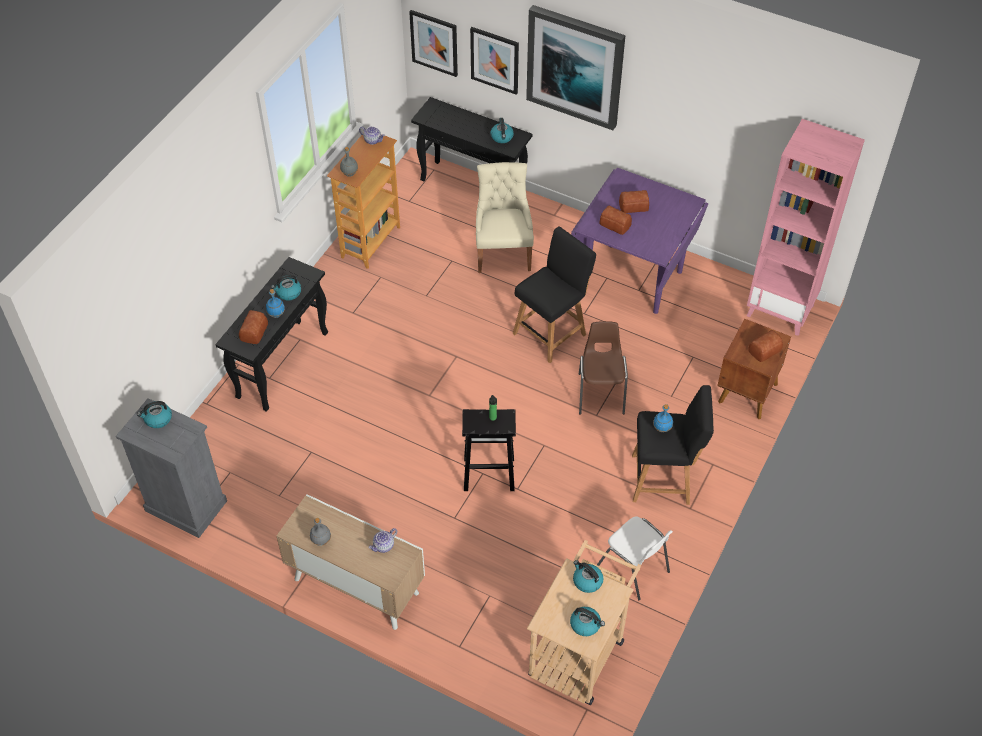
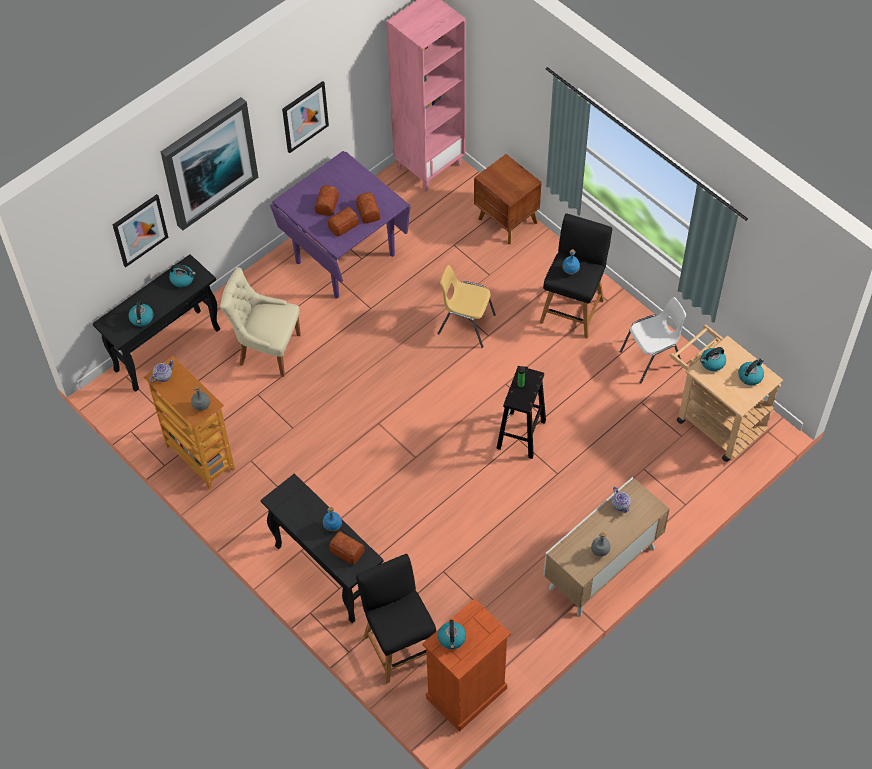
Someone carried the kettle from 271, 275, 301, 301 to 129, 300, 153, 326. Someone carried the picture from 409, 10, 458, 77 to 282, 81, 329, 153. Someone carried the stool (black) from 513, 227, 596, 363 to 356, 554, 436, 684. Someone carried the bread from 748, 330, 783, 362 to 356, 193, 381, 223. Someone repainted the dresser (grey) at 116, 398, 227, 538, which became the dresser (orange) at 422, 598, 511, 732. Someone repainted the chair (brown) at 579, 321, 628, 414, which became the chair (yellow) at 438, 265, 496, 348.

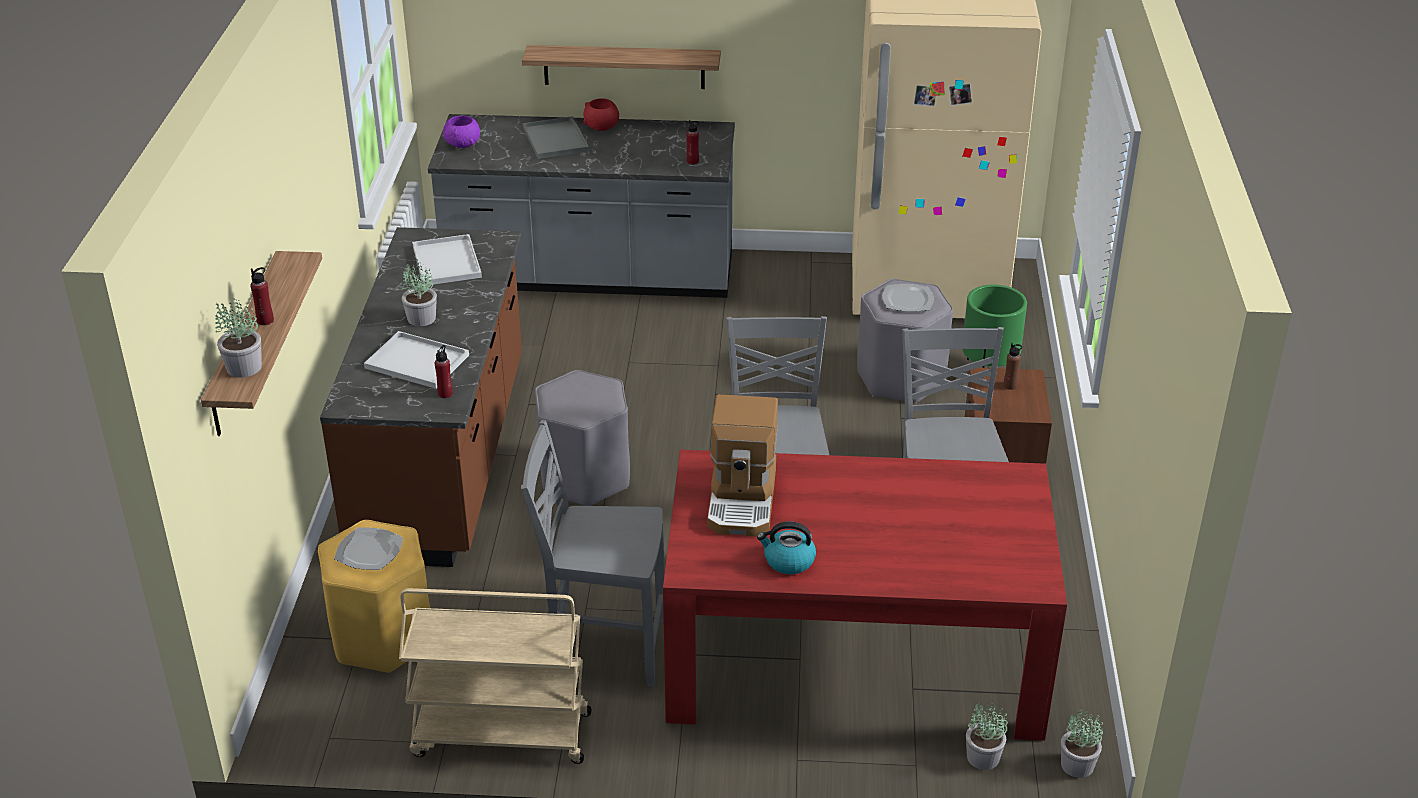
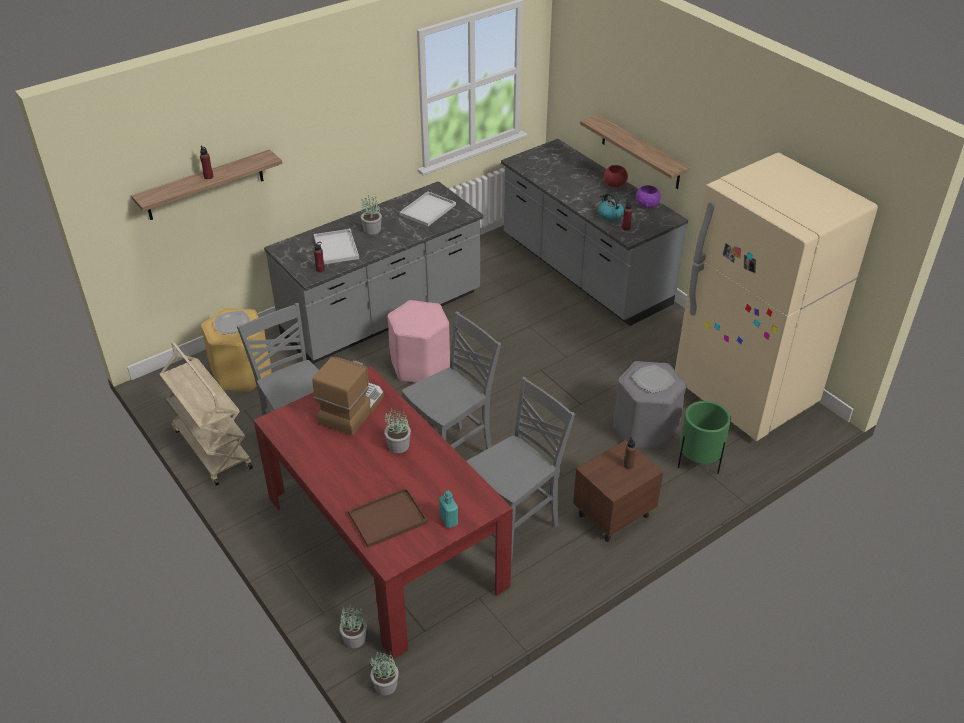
Someone took away the tray (grey) at 523, 116, 589, 159. Someone put down the tray (brown) at 348, 487, 428, 548. Someone put down the bottle (turquoise) at 439, 490, 458, 528. Someone carried the potted plant from 215, 299, 262, 378 to 384, 407, 411, 453. Someone carried the bowl (purple) from 443, 116, 480, 148 to 636, 185, 661, 208. Someone carried the kettle from 757, 521, 816, 574 to 598, 192, 624, 221. Someone repainted the counter (brown) at 320, 227, 522, 567, which became the counter (grey) at 264, 181, 484, 364. Someone repainted the stool (grey) at 535, 370, 630, 506, which became the stool (pink) at 388, 300, 450, 383. Someone rotated the coffee machine at 707, 394, 778, 536 by 150 degrees clockwise.

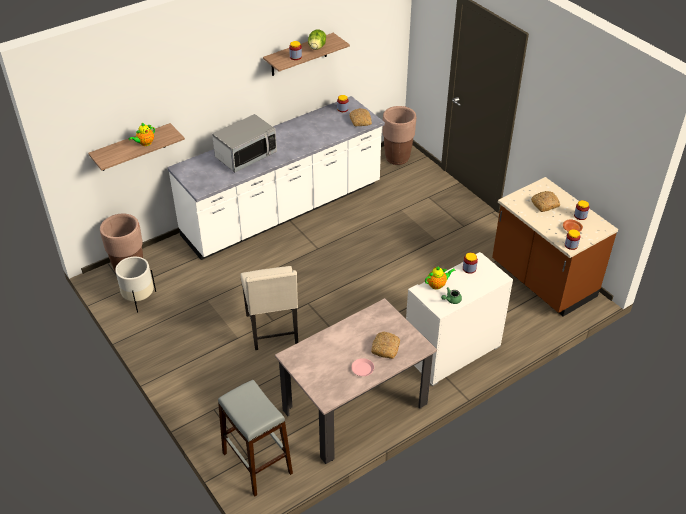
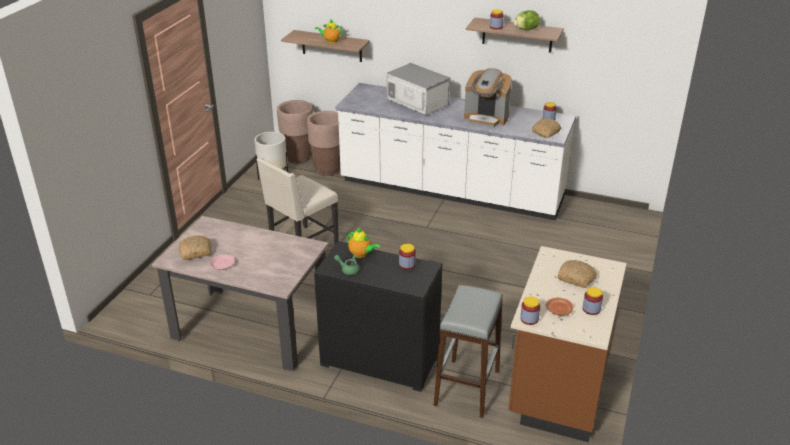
Someone put down the coffee machine at 464, 68, 512, 127. Someone carried the stool (grey) from 218, 380, 293, 496 to 434, 285, 503, 418. Someone carried the bread from 371, 331, 400, 359 to 179, 235, 212, 260. Someone carried the planter (brown) from 383, 106, 416, 165 to 307, 111, 340, 176. Someone repainted the dresser (white) at 406, 252, 513, 386, which became the dresser (black) at 314, 241, 442, 392. Someone rotated the microwave at 212, 114, 277, 172 by 150 degrees counterclockwise.

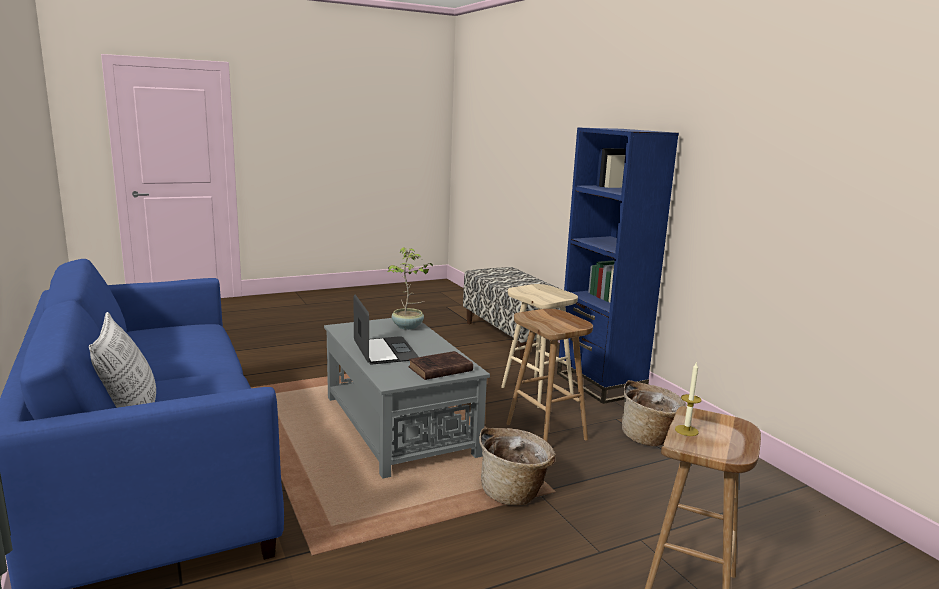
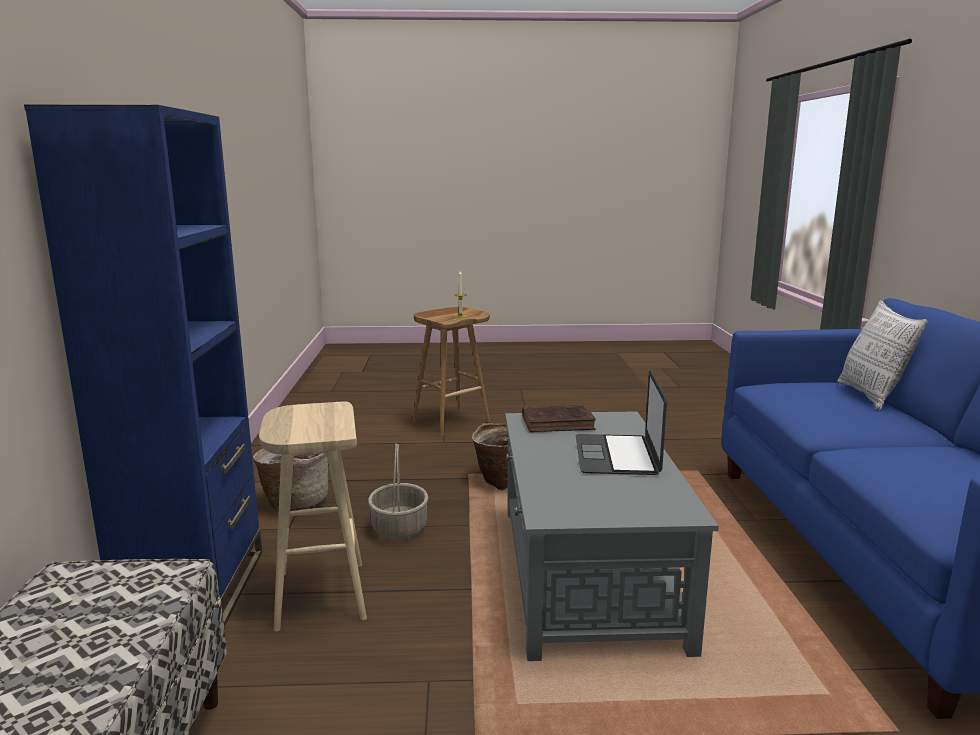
Someone took away the potted plant at 388, 247, 433, 330. Someone swapped the stool (brown) at 507, 309, 593, 442 for the basket at 368, 443, 429, 540.

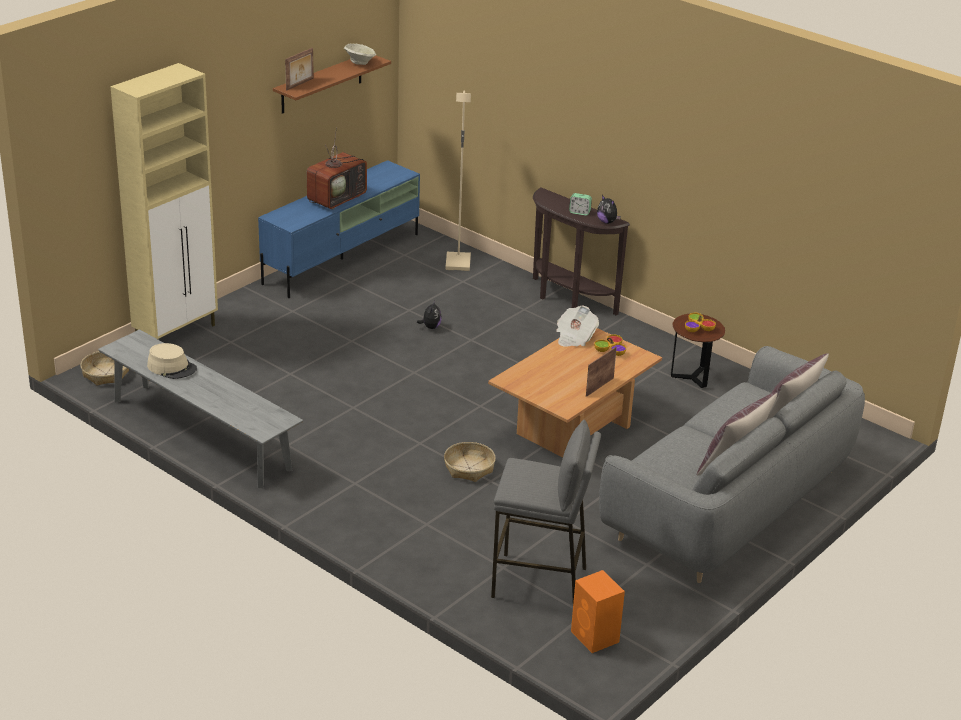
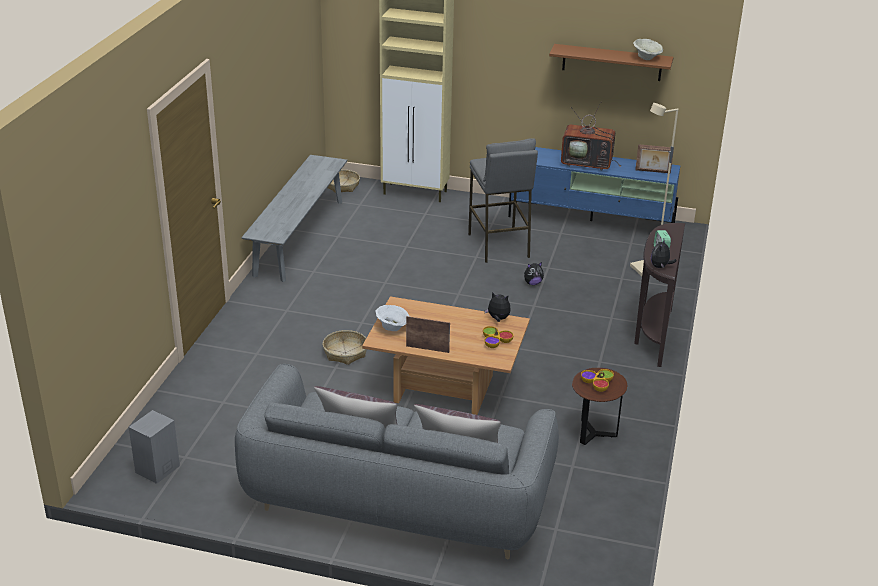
Someone took away the hat (beige) at 147, 343, 197, 379. Someone put down the bowl (white) at 375, 305, 410, 331. Someone carried the picture frame from 285, 48, 314, 91 to 635, 144, 674, 174. Someone carried the stool (grey) from 491, 420, 601, 602 to 468, 138, 538, 263. Someone swapped the newspaper at 556, 306, 599, 347 for the plush toy at 484, 292, 511, 322. Someone repainted the speaker (orange) at 571, 570, 625, 653, which became the speaker (grey) at 129, 410, 180, 484.

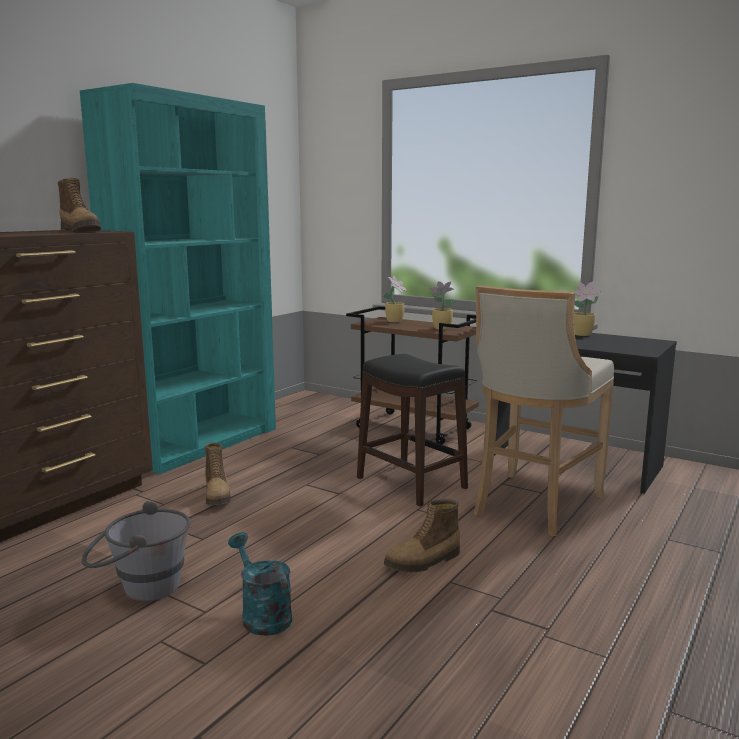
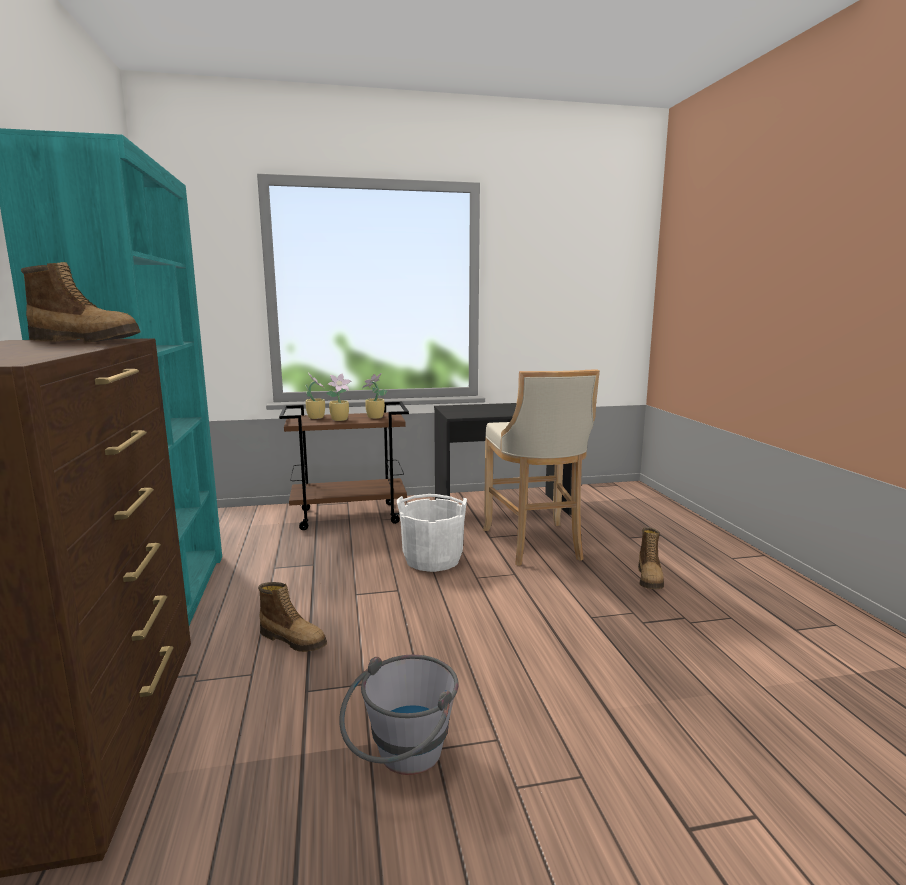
Someone took away the watering can (turquoise) at 228, 532, 292, 636. Someone carried the boot from 384, 499, 460, 572 to 638, 527, 664, 589. Someone carried the potted plant from 572, 282, 602, 336 to 326, 373, 352, 421. Someone swapped the stool (black) at 357, 354, 468, 506 for the bucket (white) at 397, 494, 467, 572.

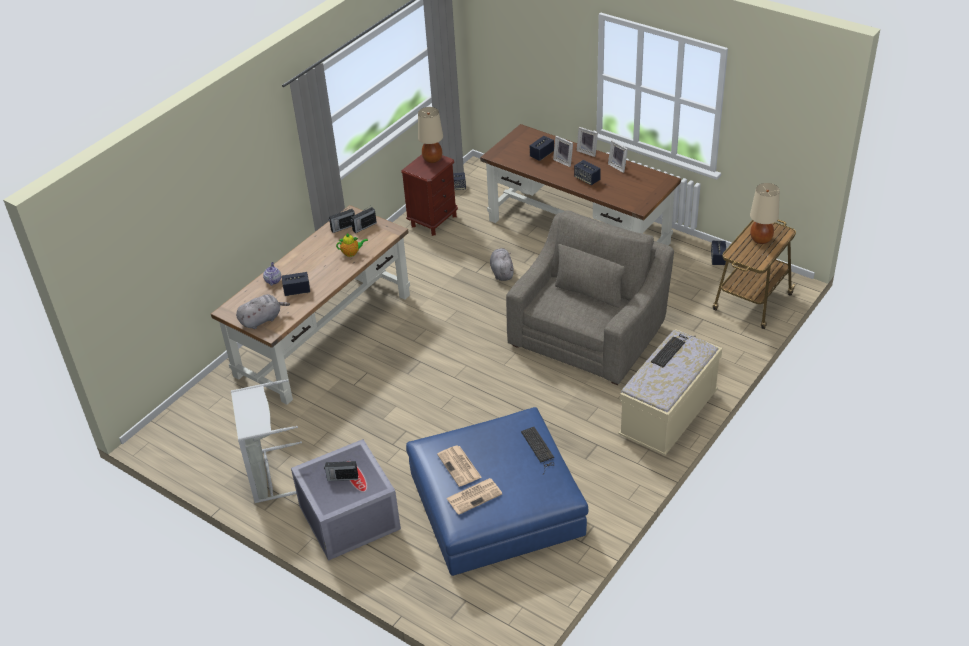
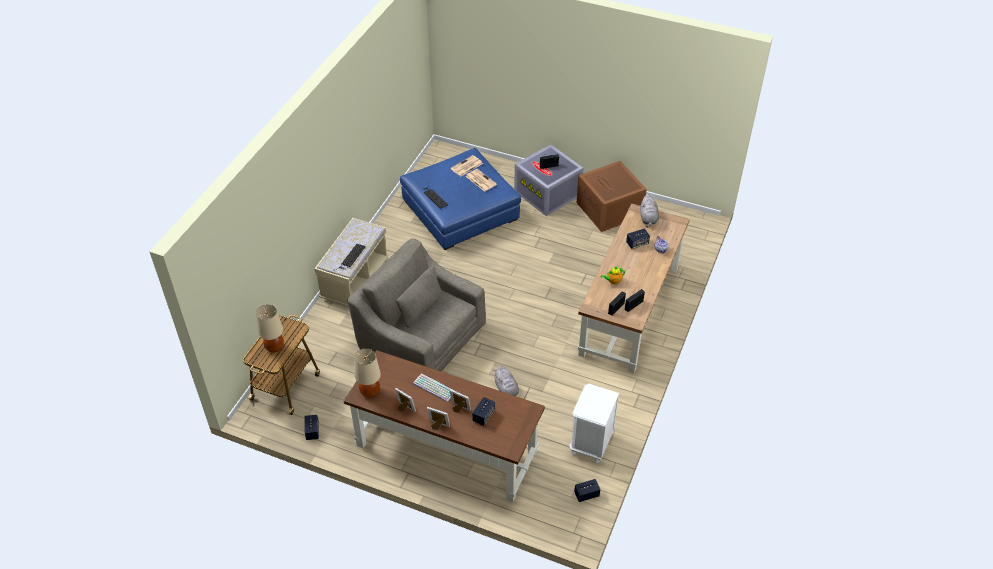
Someone carried the table lamp (beige) from 418, 107, 443, 163 to 354, 348, 381, 397. Someone swapped the laundry basket (grey) at 231, 379, 302, 503 for the storage box (brown) at 577, 161, 647, 232. Someone swapped the speaker at 574, 160, 601, 185 for the keyboard at 413, 373, 453, 402. Someone repainted the nightstand (brown) at 401, 155, 458, 236, which became the nightstand (white) at 569, 384, 619, 463. Someone rotated the plush toy (grey) at 236, 294, 290, 329 by 45 degrees counterclockwise. Someone rotated the armchair (grey) at 506, 210, 674, 385 by 105 degrees clockwise.

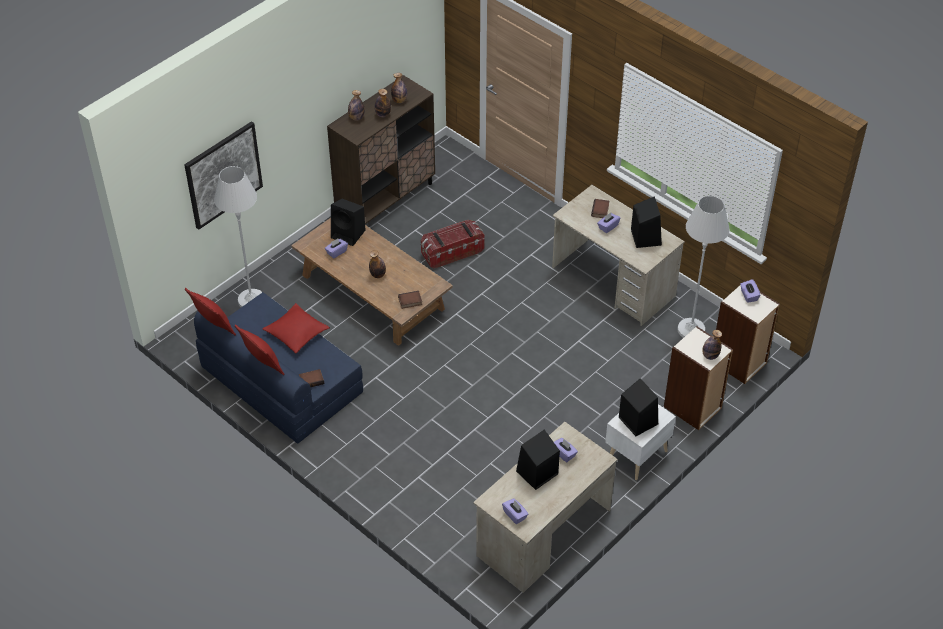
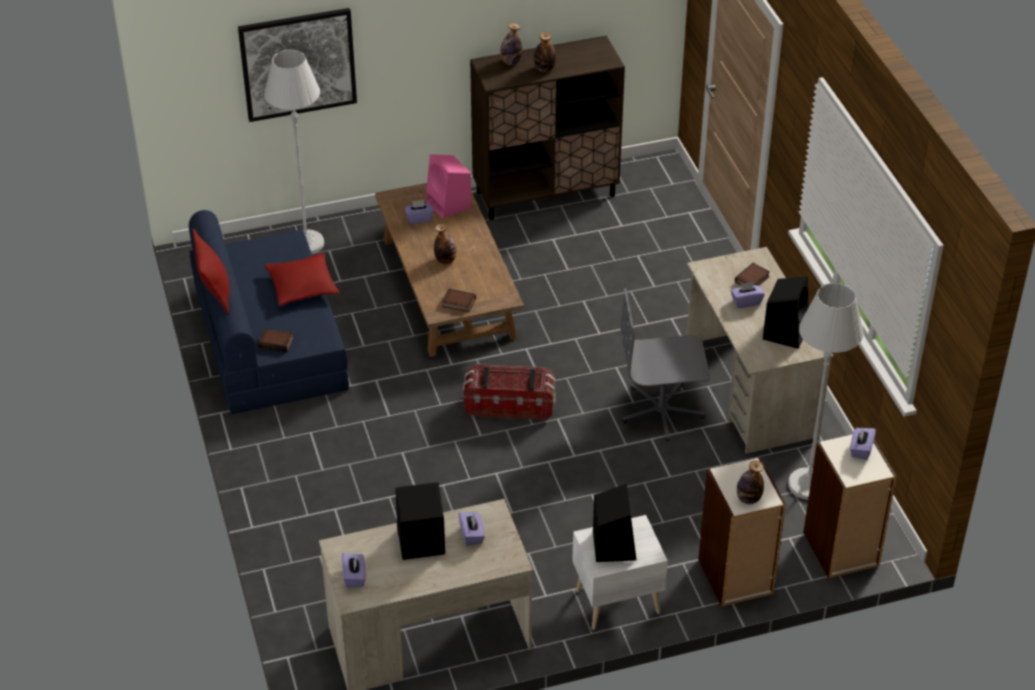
Someone took away the pillow (red) at 185, 288, 236, 336. Someone took away the bottle at 391, 73, 408, 103. Someone put down the office chair (grey) at 620, 289, 710, 442. Someone carried the storage box from 421, 220, 485, 269 to 463, 364, 556, 420. Someone repainted the speaker (black) at 331, 199, 365, 246, which became the speaker (pink) at 426, 154, 472, 219.

